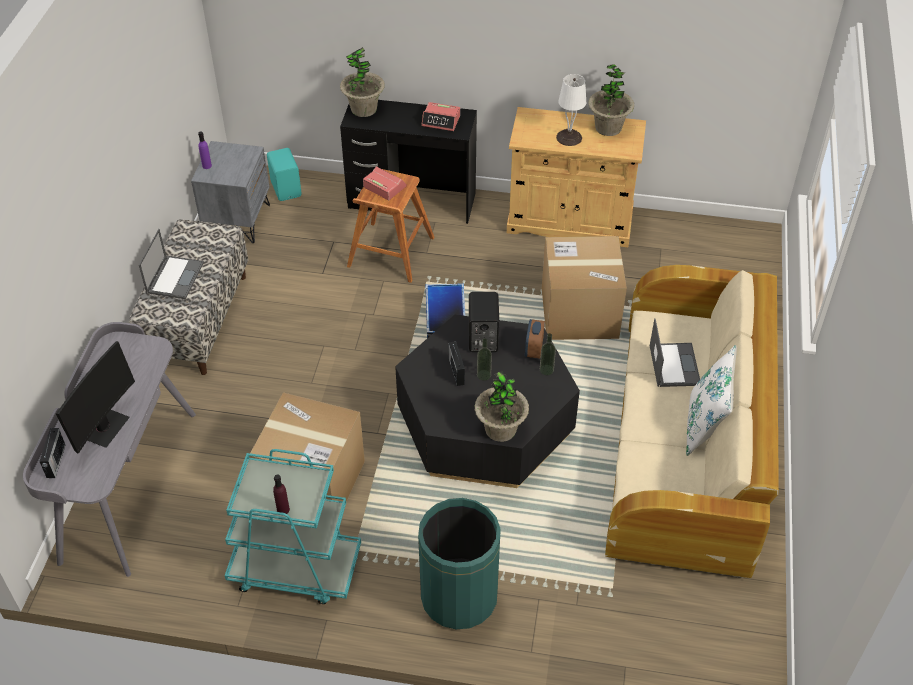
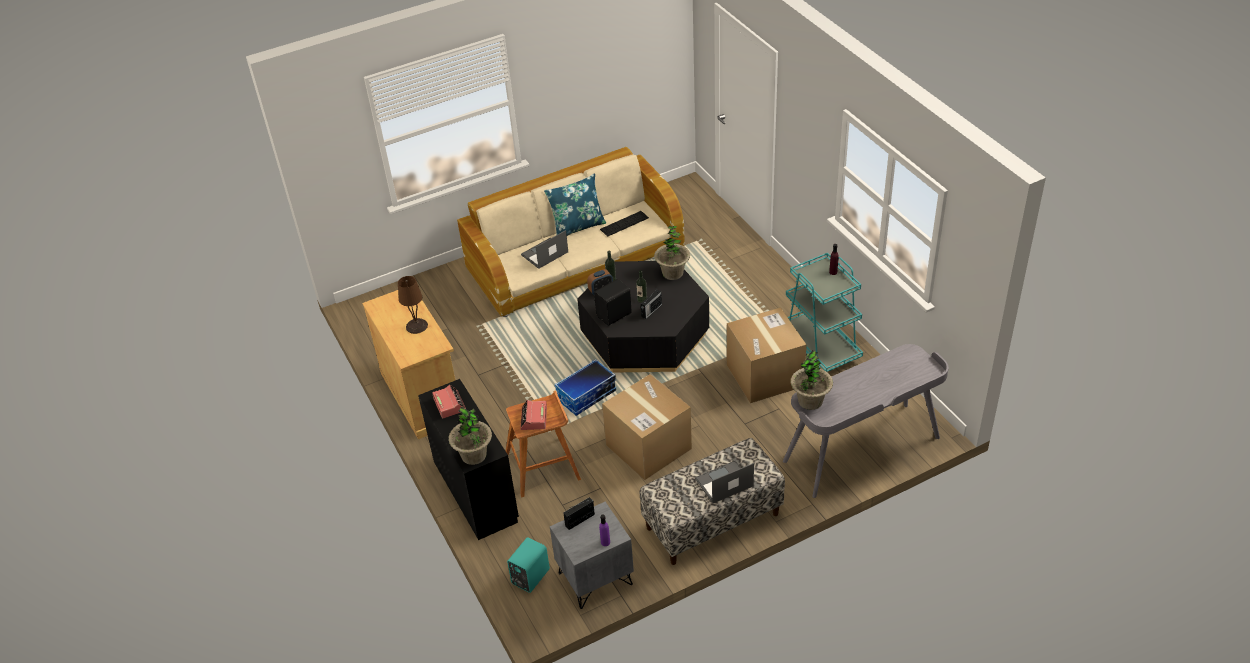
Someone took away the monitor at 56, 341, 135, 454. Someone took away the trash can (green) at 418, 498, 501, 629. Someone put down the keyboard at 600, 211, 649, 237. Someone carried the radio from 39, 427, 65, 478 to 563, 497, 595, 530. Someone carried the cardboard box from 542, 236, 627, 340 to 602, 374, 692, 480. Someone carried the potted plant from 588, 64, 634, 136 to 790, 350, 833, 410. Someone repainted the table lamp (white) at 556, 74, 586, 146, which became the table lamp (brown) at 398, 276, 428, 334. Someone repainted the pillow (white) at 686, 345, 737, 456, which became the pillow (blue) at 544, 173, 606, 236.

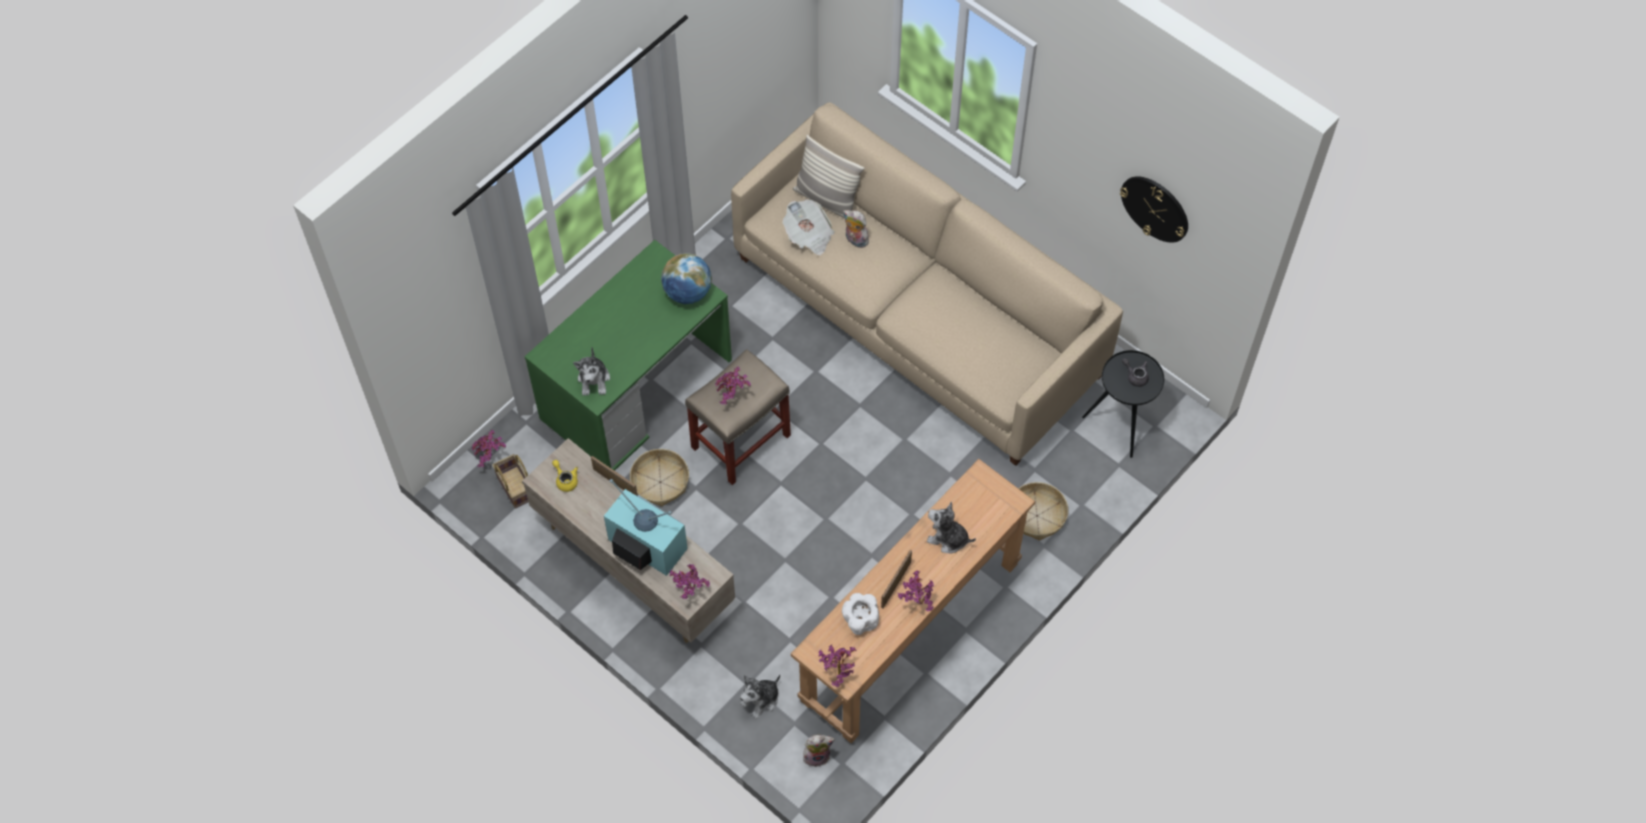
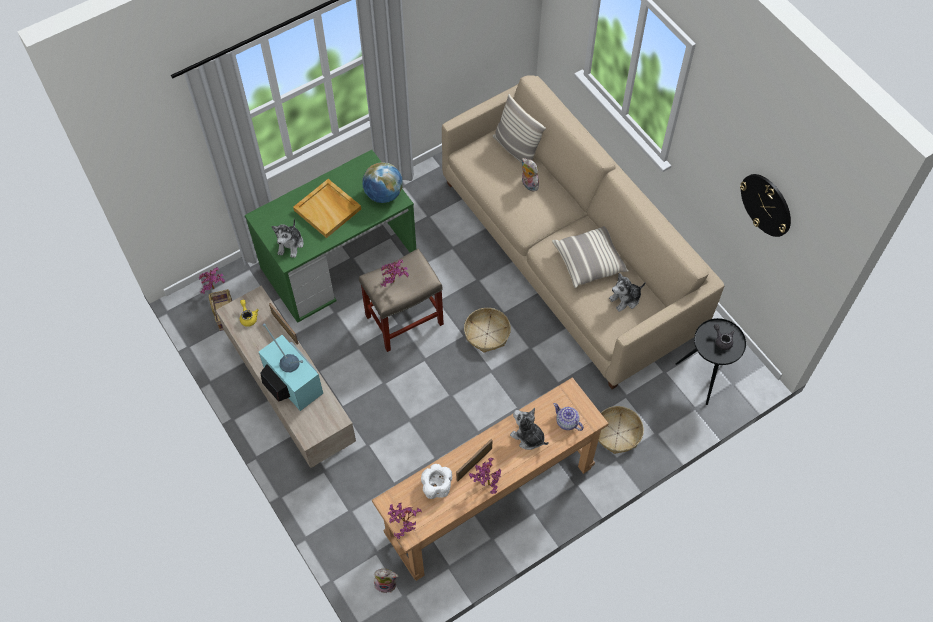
Someone took away the potted plant at 669, 564, 710, 599. Someone took away the newspaper at 783, 199, 835, 255. Someone put down the tray (beige) at 293, 179, 361, 238. Someone put down the pillow at 552, 226, 629, 288. Someone put down the teapot at 554, 403, 584, 431. Someone carried the basket from 630, 449, 689, 506 to 464, 308, 511, 352. Someone carried the plush toy from 740, 674, 780, 719 to 609, 273, 646, 312.

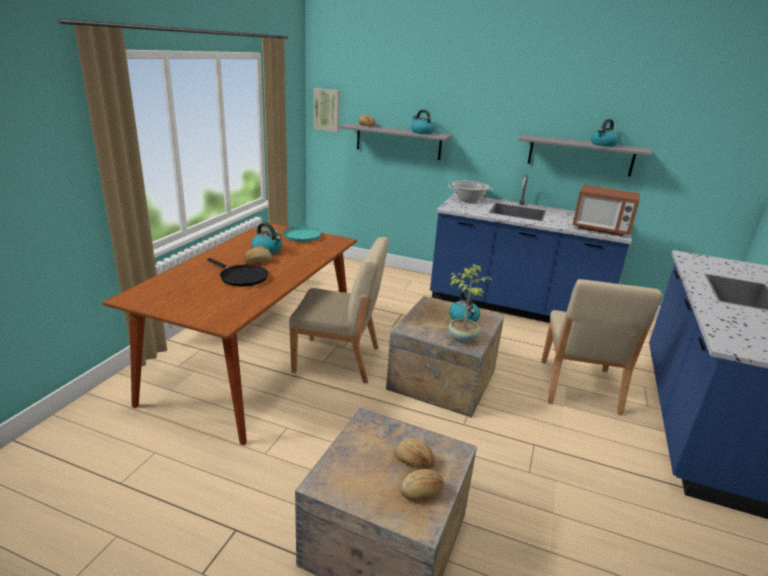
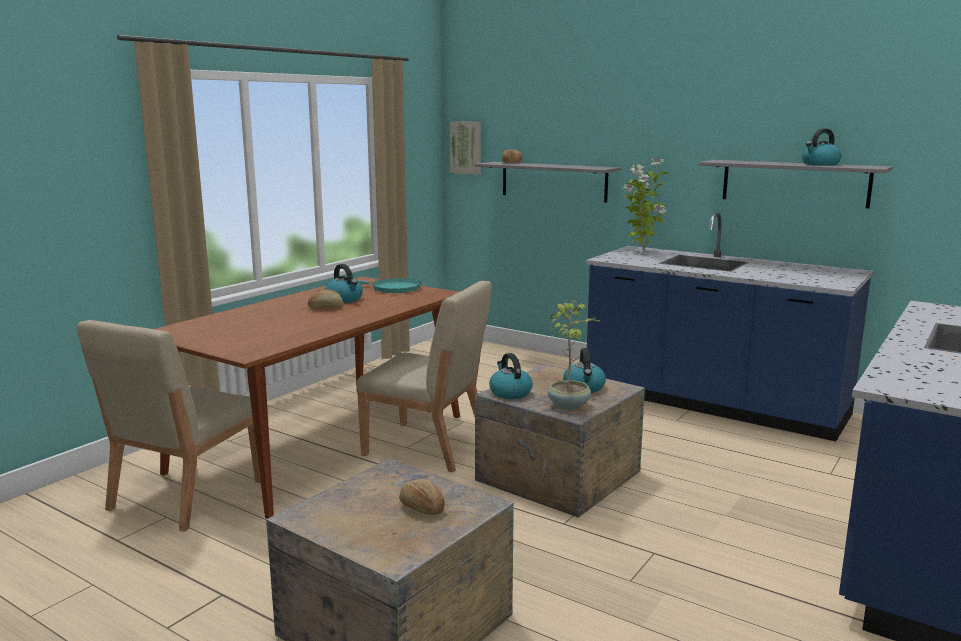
Someone took away the frying pan (black) at 207, 258, 268, 287. Someone took away the bread at 401, 469, 444, 500. Someone took away the microwave at 573, 184, 640, 236. Someone carried the kettle from 411, 110, 434, 134 to 489, 353, 533, 399. Someone carried the chair (beige) from 541, 279, 662, 415 to 77, 320, 261, 532. Someone swapped the cooking pot at 448, 181, 493, 202 for the potted plant at 622, 158, 668, 252.

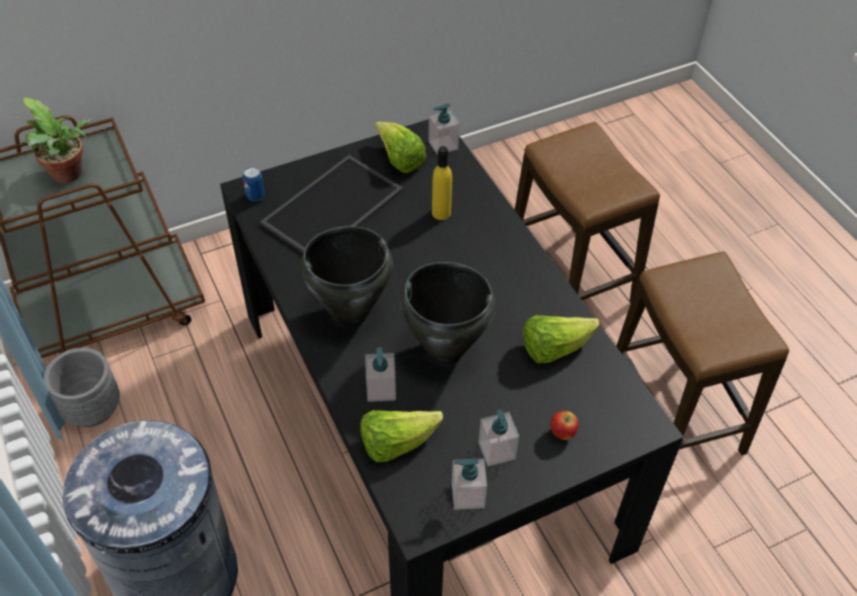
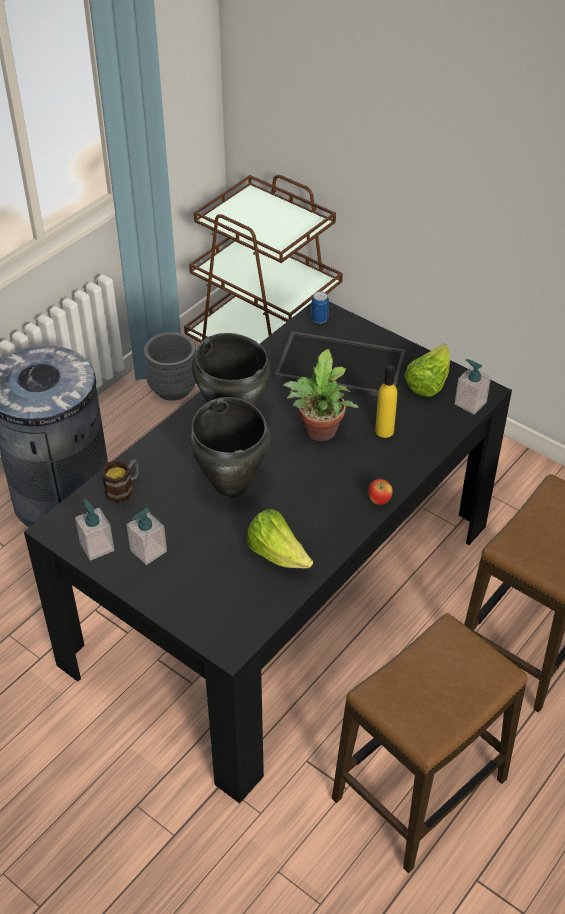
Someone took away the soap dispenser at 365, 347, 396, 402. Someone carried the potted plant from 23, 97, 92, 183 to 283, 349, 359, 441. Someone carried the apple from 550, 411, 578, 440 to 368, 479, 392, 505. Someone swapped the lettuce at 360, 410, 443, 462 for the mug at 101, 459, 139, 503.

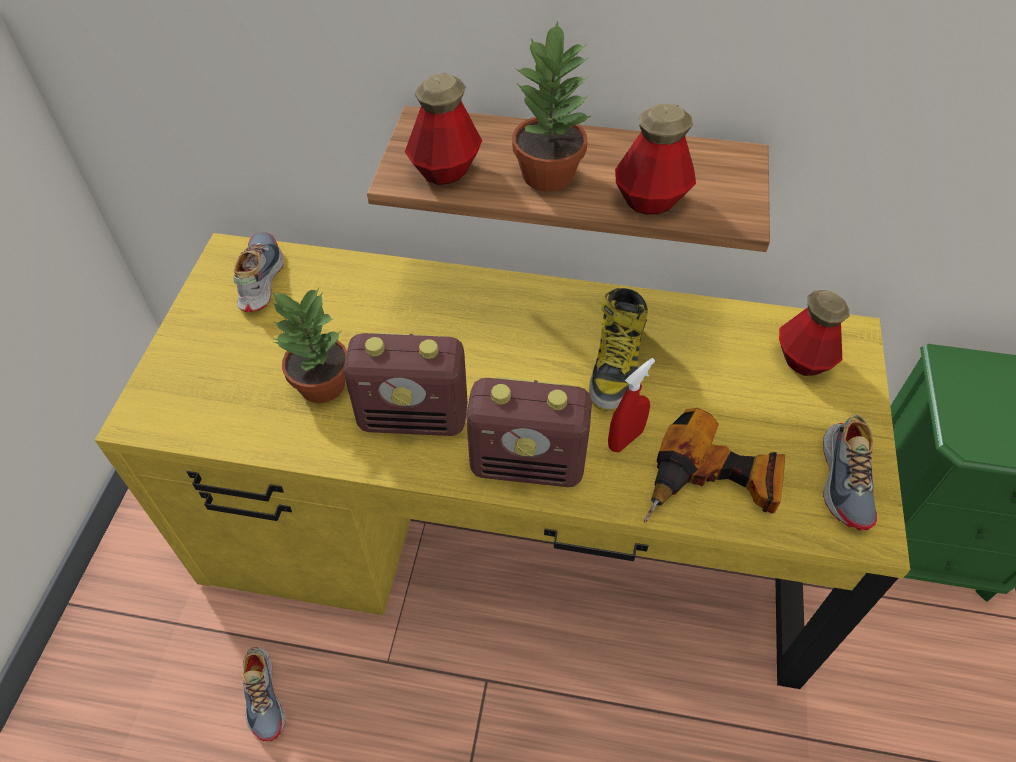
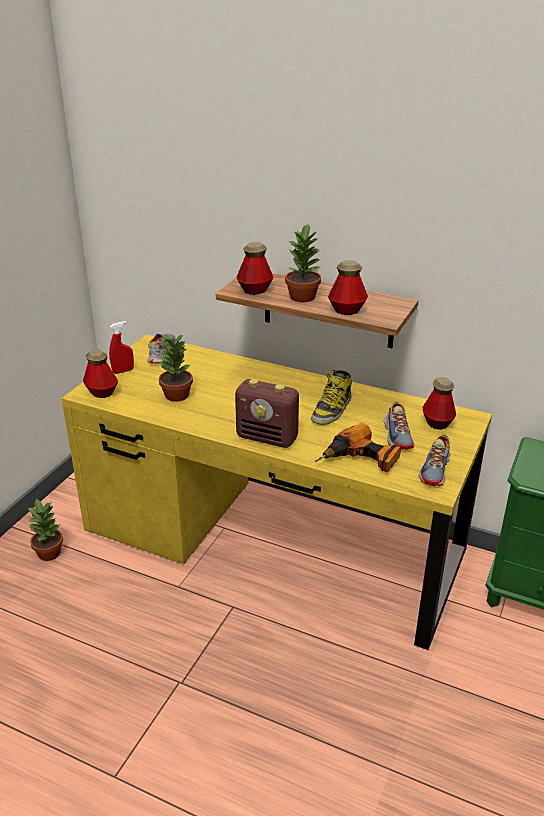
Someone took away the radio at 343, 333, 468, 436. Someone put down the potted plant at 27, 498, 63, 561. Someone put down the bottle at 83, 349, 118, 398. Someone carried the shoe from 242, 647, 286, 741 to 384, 401, 414, 450. Someone carried the spray bottle (red) from 608, 358, 655, 452 to 109, 321, 134, 374.

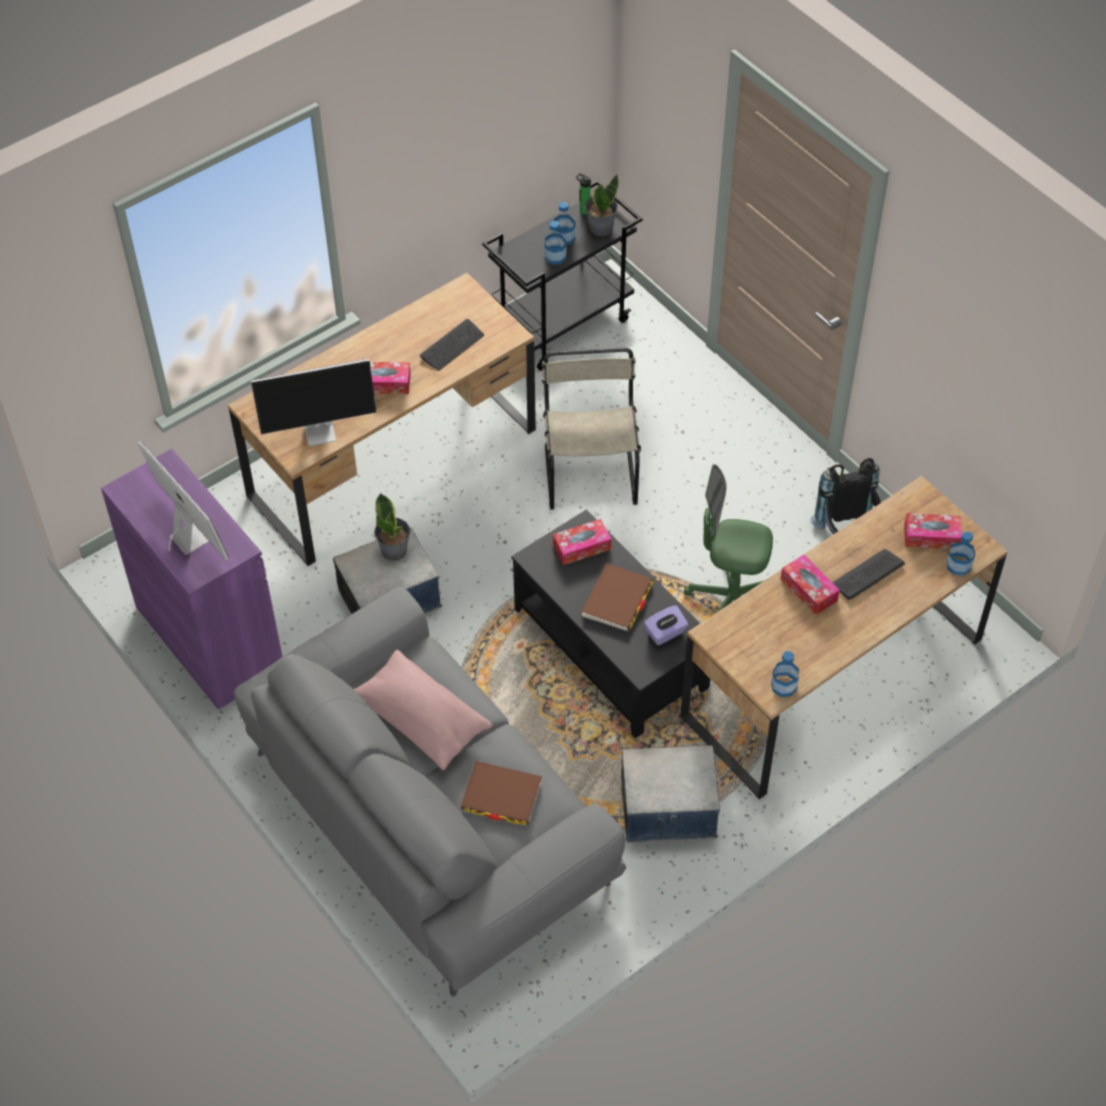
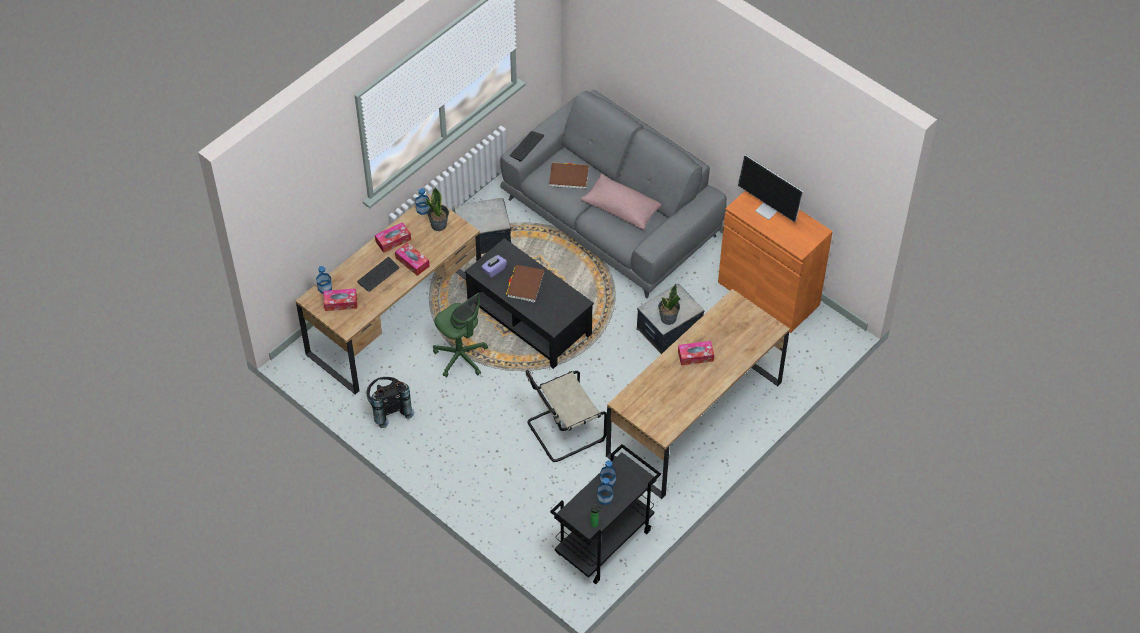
Someone took away the monitor at 251, 359, 377, 446. Someone carried the keyboard from 420, 319, 484, 371 to 509, 131, 544, 162. Someone carried the tissue box from 553, 519, 611, 565 to 375, 222, 411, 253. Someone carried the potted plant from 585, 174, 619, 236 to 426, 187, 449, 231. Someone repainted the cabinet (purple) at 101, 449, 282, 710, which became the cabinet (orange) at 718, 191, 833, 333. Someone rotated the chair (beige) at 541, 348, 641, 510 by 75 degrees clockwise. Someone rotated the office chair (green) at 684, 464, 773, 612 by 45 degrees clockwise.

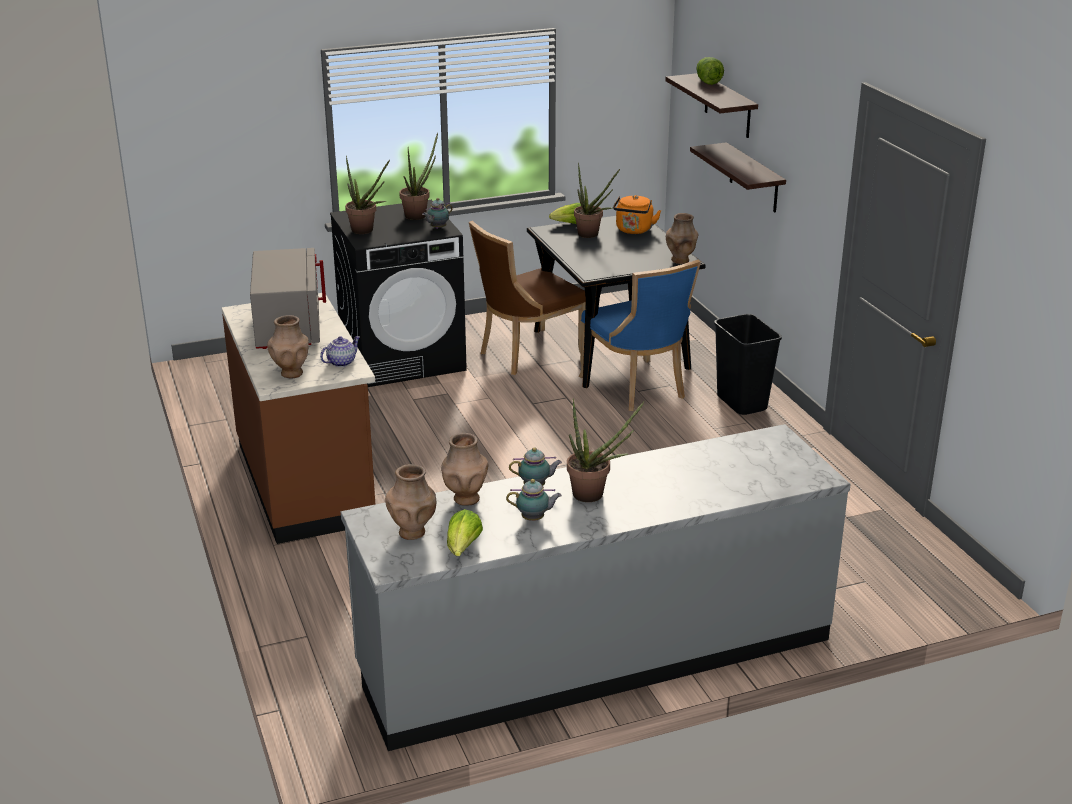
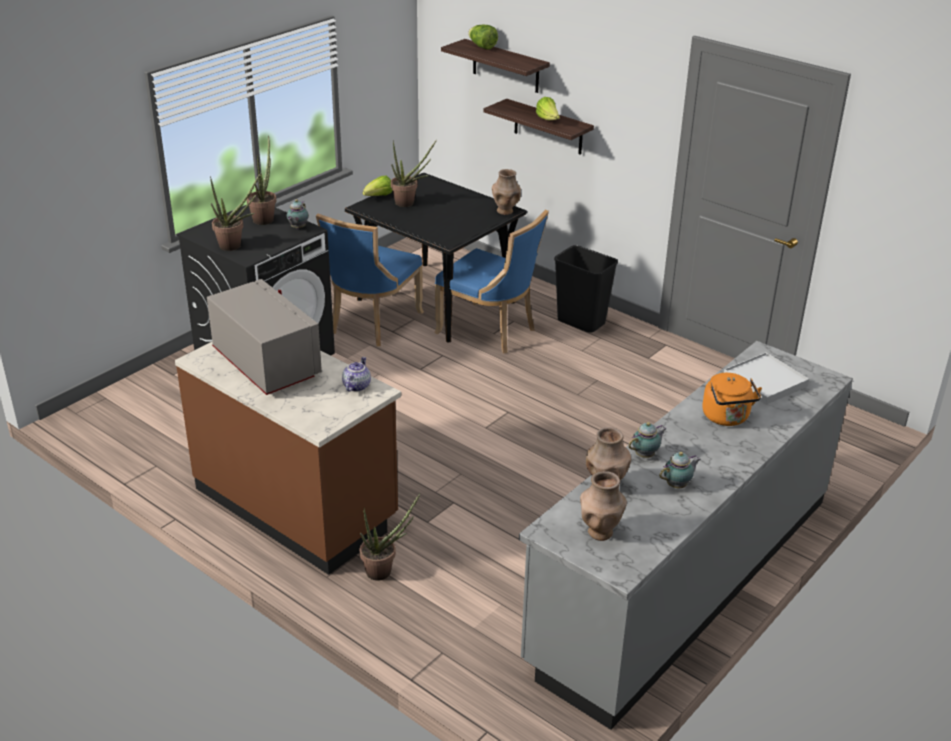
Someone took away the vase (brown) at 267, 315, 309, 379. Someone put down the tray (white) at 724, 352, 809, 405. Someone carried the lettuce from 447, 509, 483, 556 to 536, 97, 560, 120. Someone carried the potted plant from 567, 398, 645, 502 to 360, 494, 420, 581. Someone carried the kettle (orange) from 613, 195, 661, 234 to 702, 373, 762, 426. Someone repainted the chair (brown) at 469, 221, 586, 375, which became the chair (blue) at 316, 214, 424, 346.

